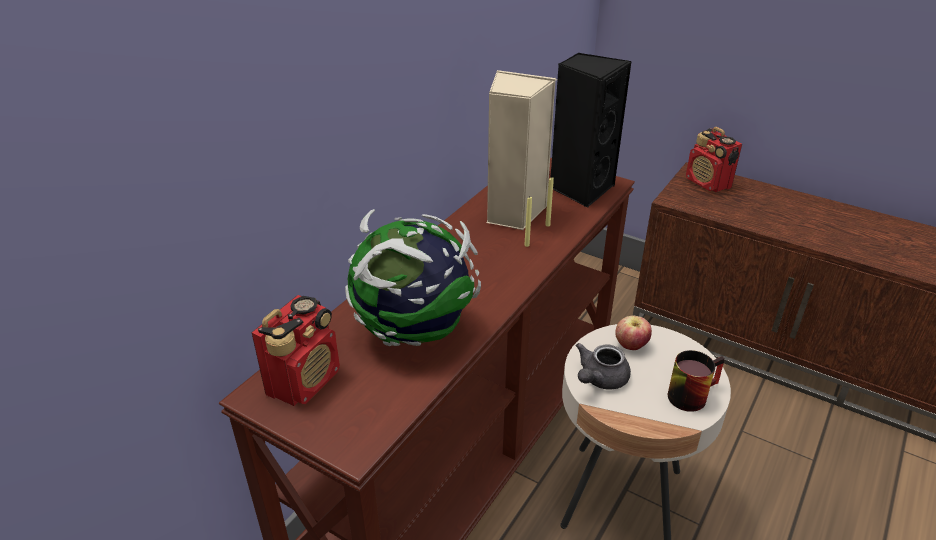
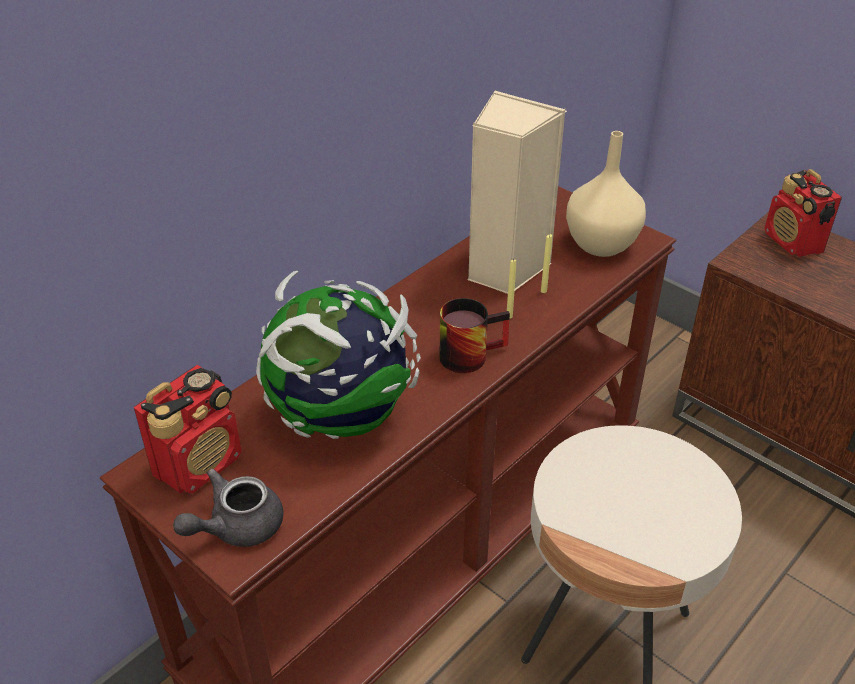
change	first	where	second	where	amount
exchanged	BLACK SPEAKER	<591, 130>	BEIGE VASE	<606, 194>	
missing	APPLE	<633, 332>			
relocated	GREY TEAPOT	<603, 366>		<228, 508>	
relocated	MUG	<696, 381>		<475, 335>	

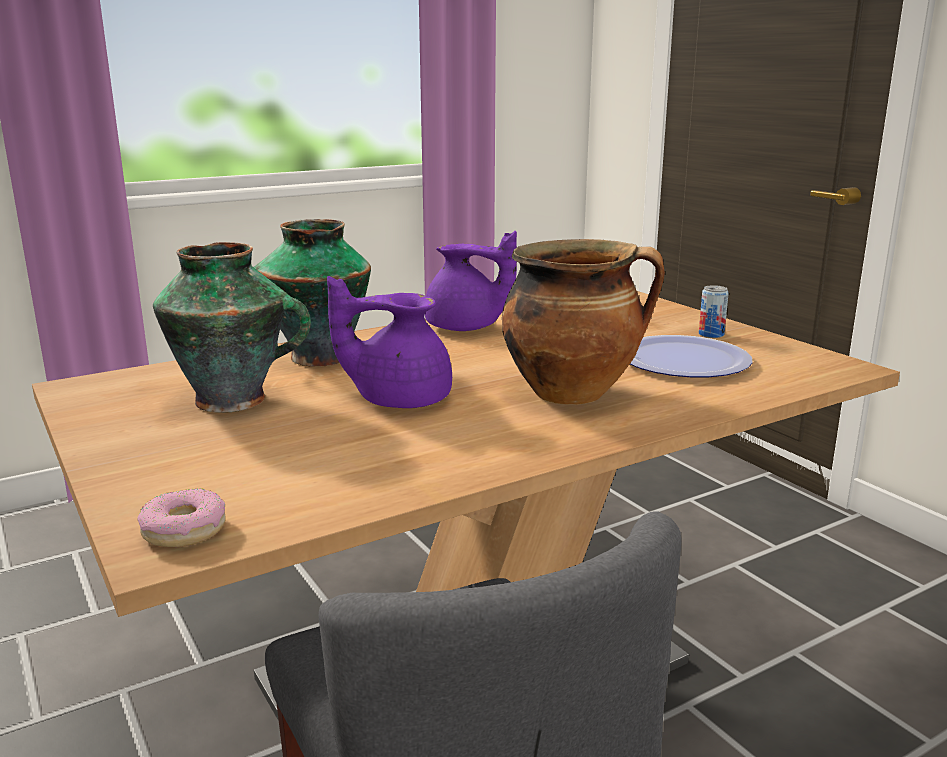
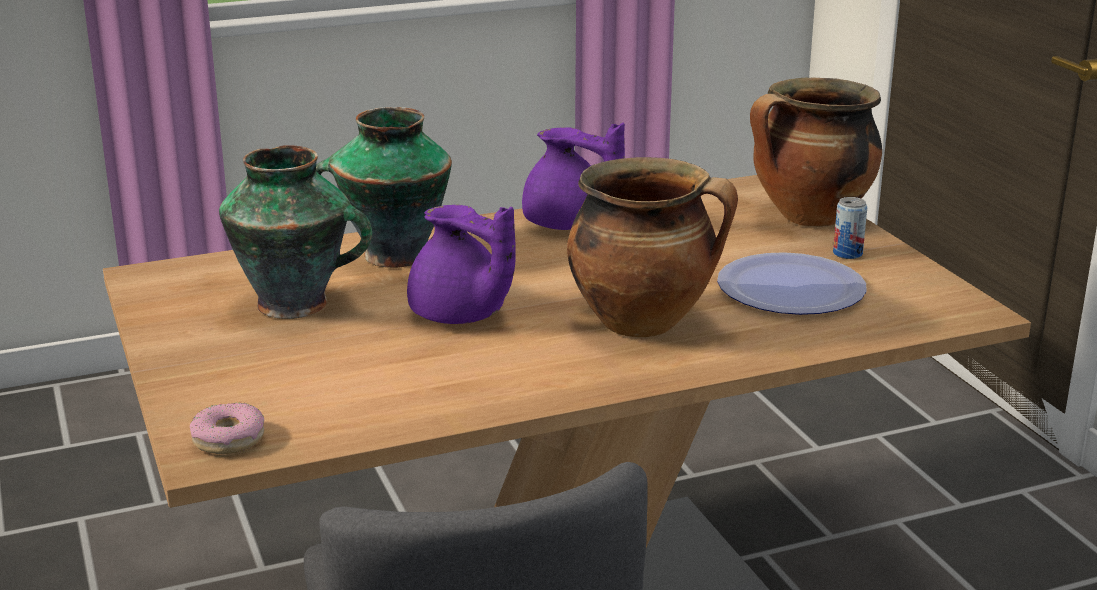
change	first	where	second	where	amount
spun	PURPLE TEAPOT	<389, 342>		<461, 264>	150 degrees counterclockwise
appeared			COOKING POT	<816, 151>	

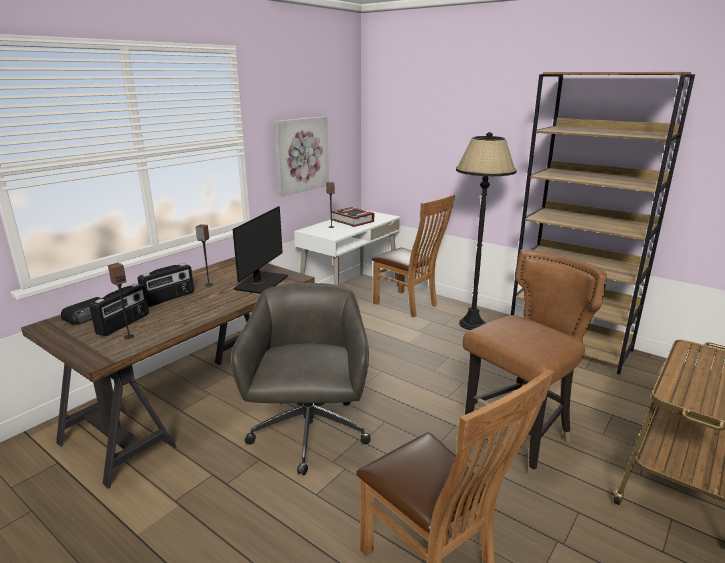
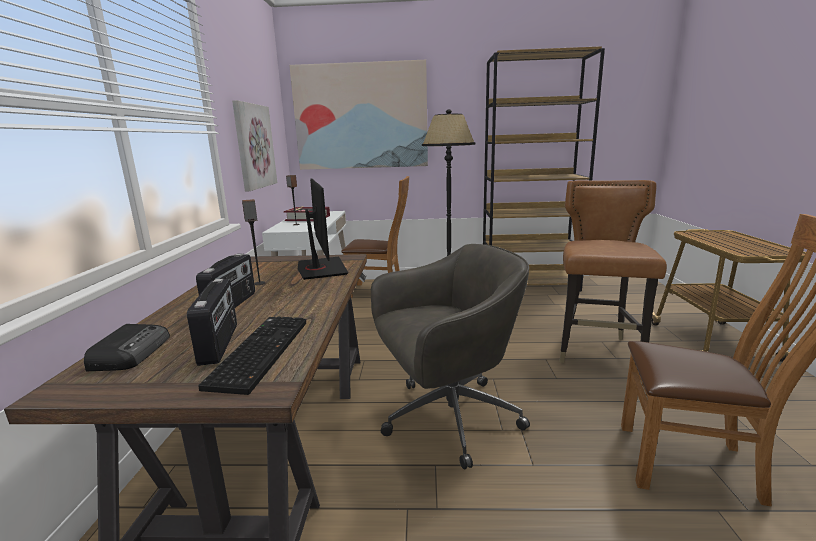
change	first	where	second	where	amount
exchanged	SPEAKER	<121, 301>	KEYBOARD	<252, 355>	
spun	GREY OFFICE CHAIR	<301, 379>		<450, 356>	105 degrees clockwise
appeared			PICTURE	<358, 115>	

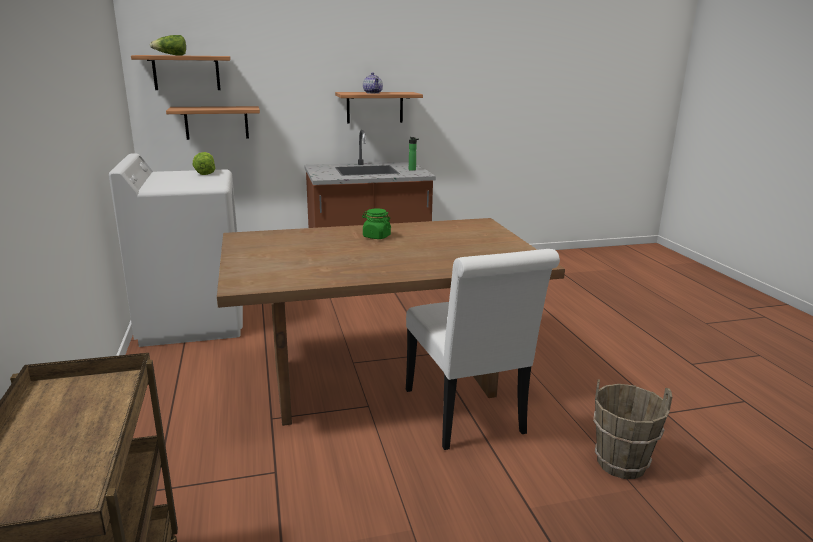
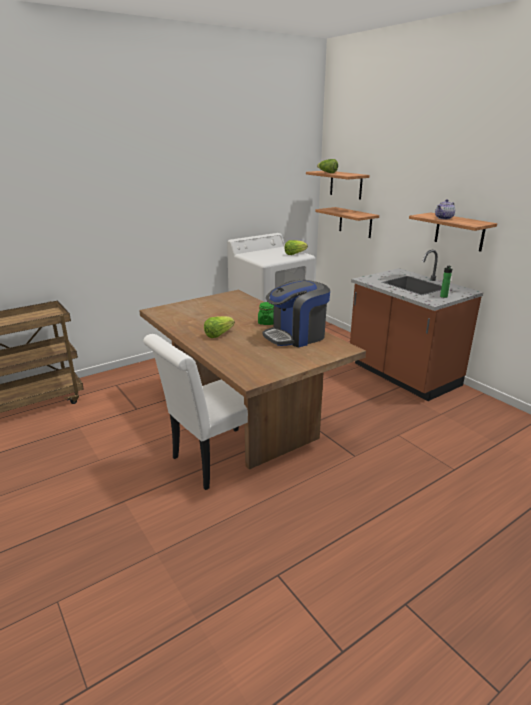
change	first	where	second	where	amount
missing	BROWN BUCKET	<632, 429>			
appeared			COFFEE MACHINE	<296, 313>	
appeared			LETTUCE	<219, 327>	

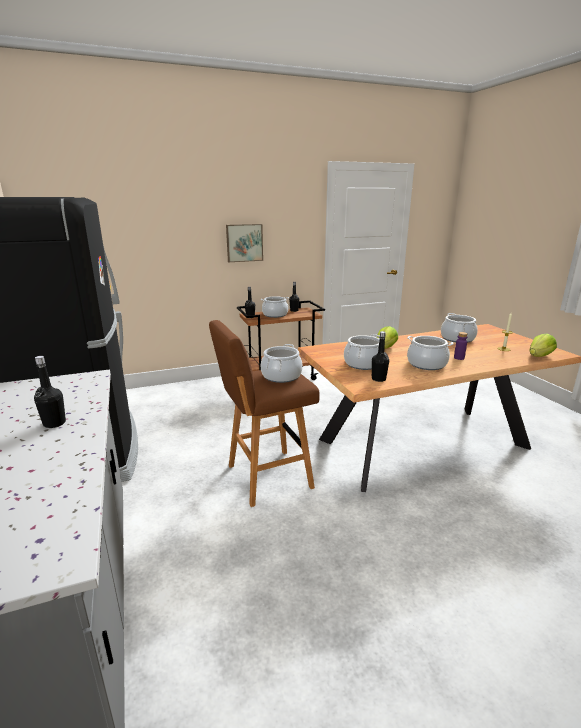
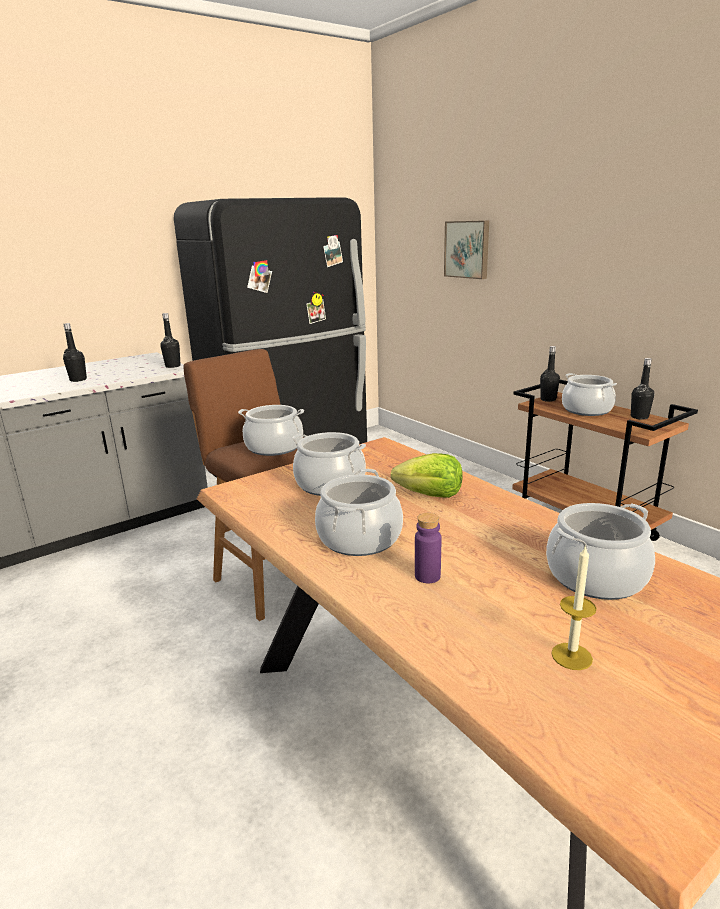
change	first	where	second	where	amount
relocated	PICTURE	<244, 243>		<466, 250>	
relocated	BLACK BOTTLE	<380, 356>		<170, 340>	
missing	LETTUCE	<543, 345>			

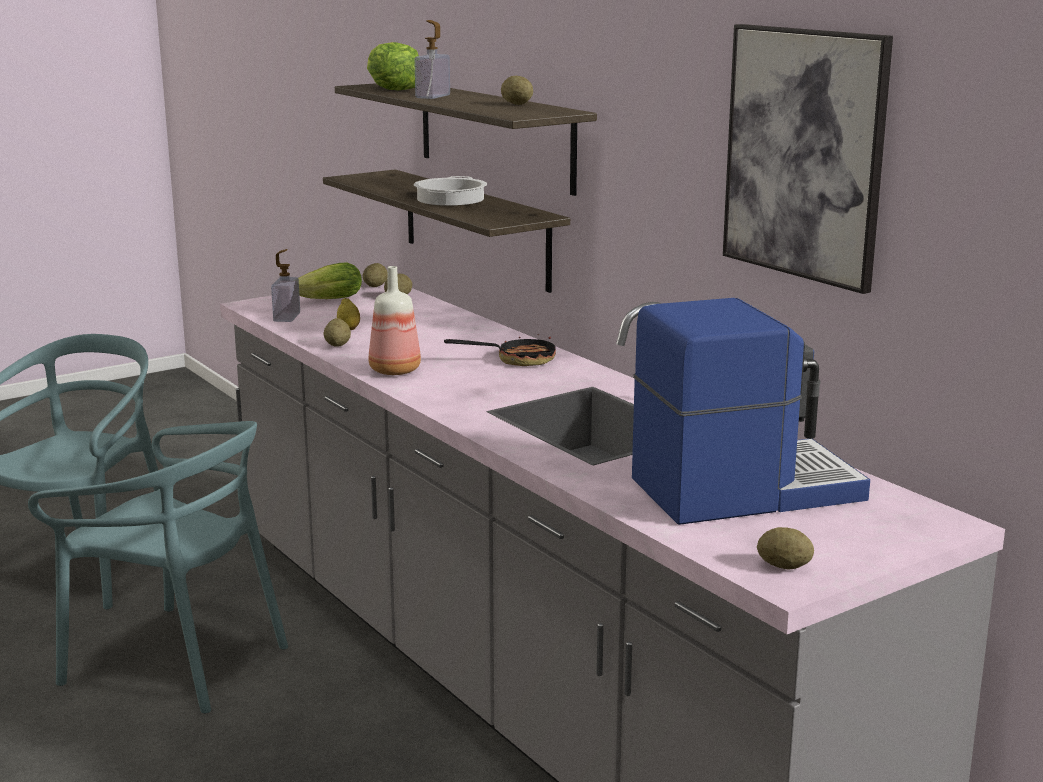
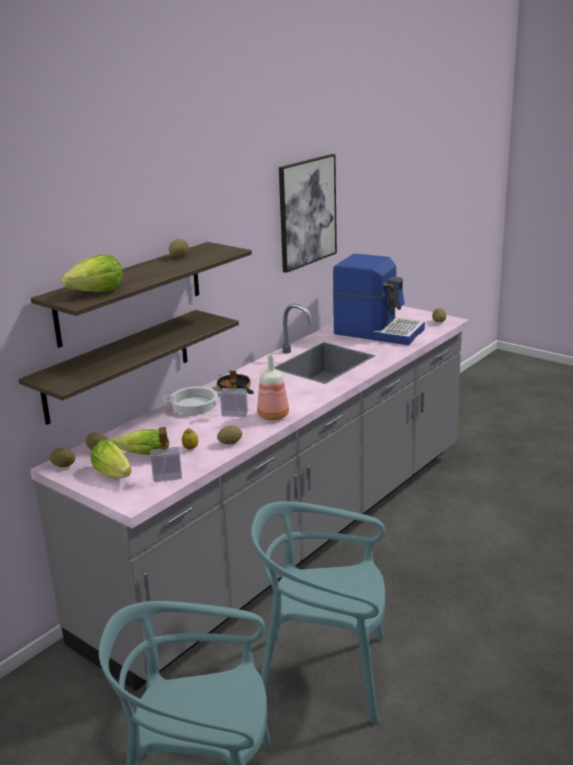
change	first	where	second	where	amount
relocated	SOAP DISPENSER	<432, 59>		<234, 394>	
relocated	COOKING POT	<450, 191>		<191, 401>	
spun	COFFEE MACHINE	<751, 411>		<379, 299>	150 degrees clockwise
spun	TURQUOISE CHAIR	<158, 567>		<318, 612>	90 degrees counterclockwise
appeared			LETTUCE	<140, 442>	

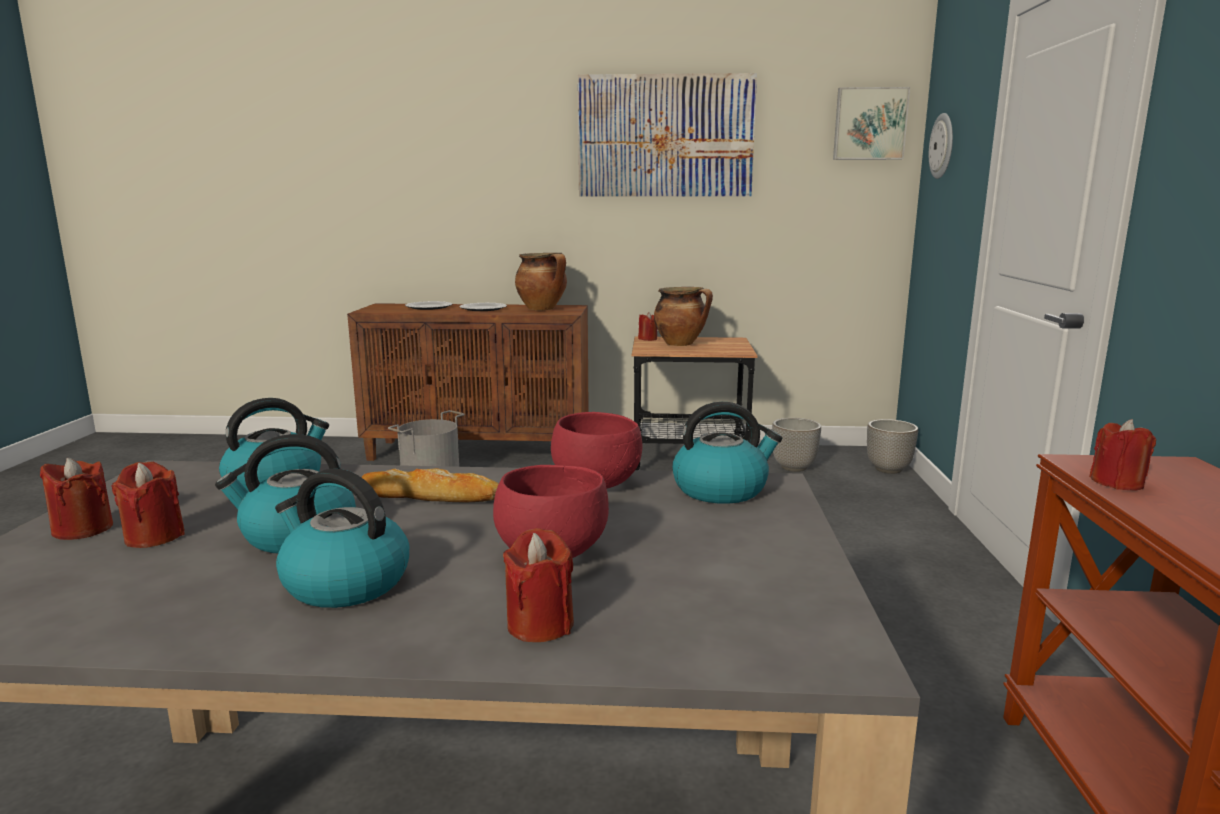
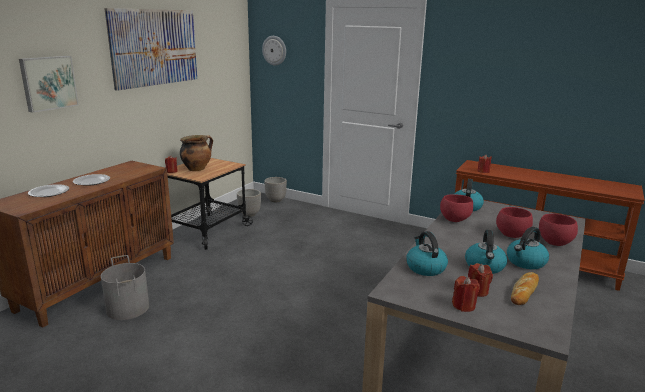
change	first	where	second	where	amount
relocated	PICTURE	<871, 123>		<49, 84>	
missing	COOKING POT	<541, 281>			
relocated	BREAD	<430, 485>		<525, 288>	
exchanged	RED CANDLE	<538, 585>	RED BOWL	<558, 230>	

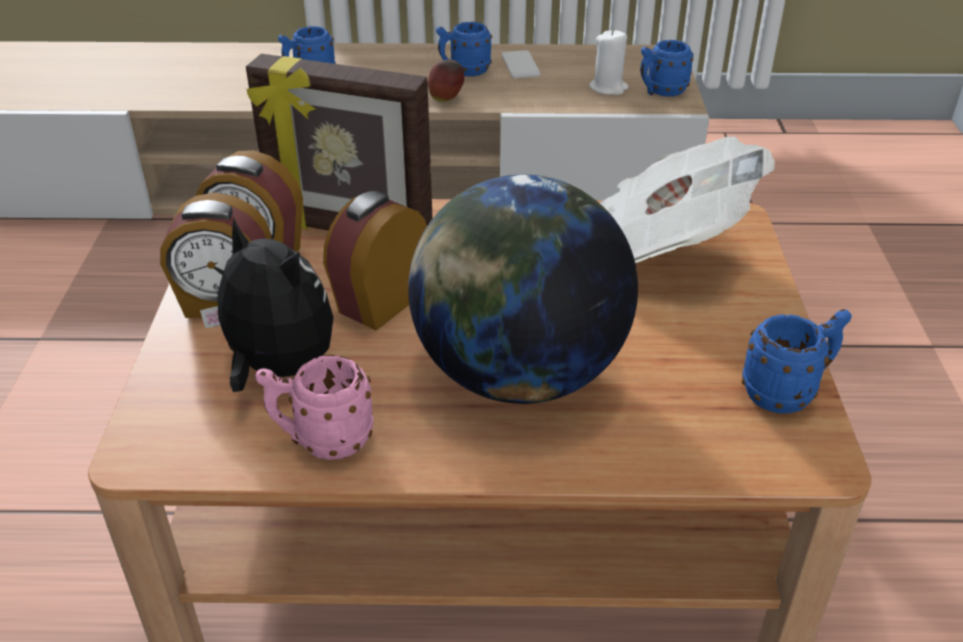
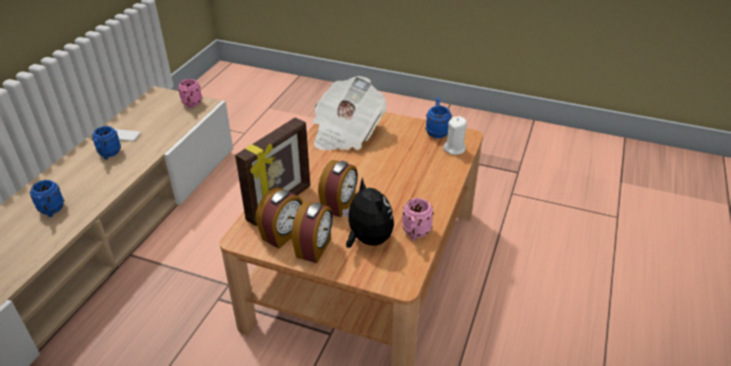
change	first	where	second	where	amount
relocated	WHITE CANDLE	<609, 62>		<455, 135>	
colour	BLUE MUG	<666, 68>	PINK MUG	<190, 94>	
missing	APPLE	<446, 80>			
missing	GLOBE	<523, 289>			
spun	ALARM CLOCK	<375, 261>		<338, 188>	120 degrees counterclockwise
spun	PLUSH TOY	<266, 305>		<368, 212>	90 degrees clockwise

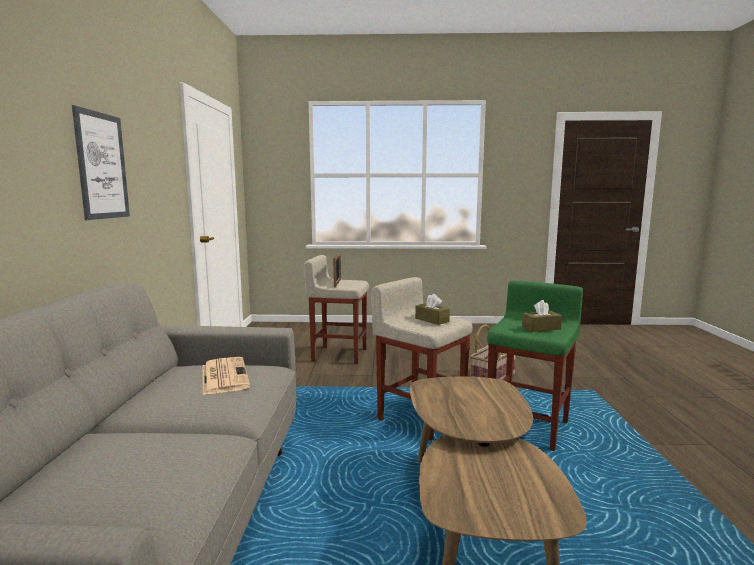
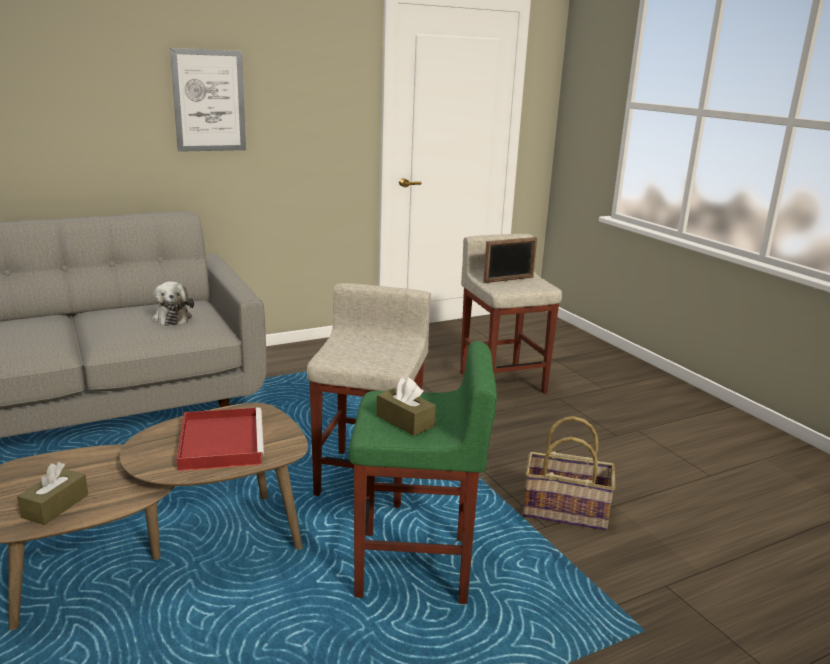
change	first	where	second	where	amount
relocated	BROWN TISSUE BOX	<432, 309>		<52, 493>	
exchanged	NEWSPAPER	<226, 376>	PLUSH TOY	<173, 303>	
appeared			RED TRAY	<220, 439>	

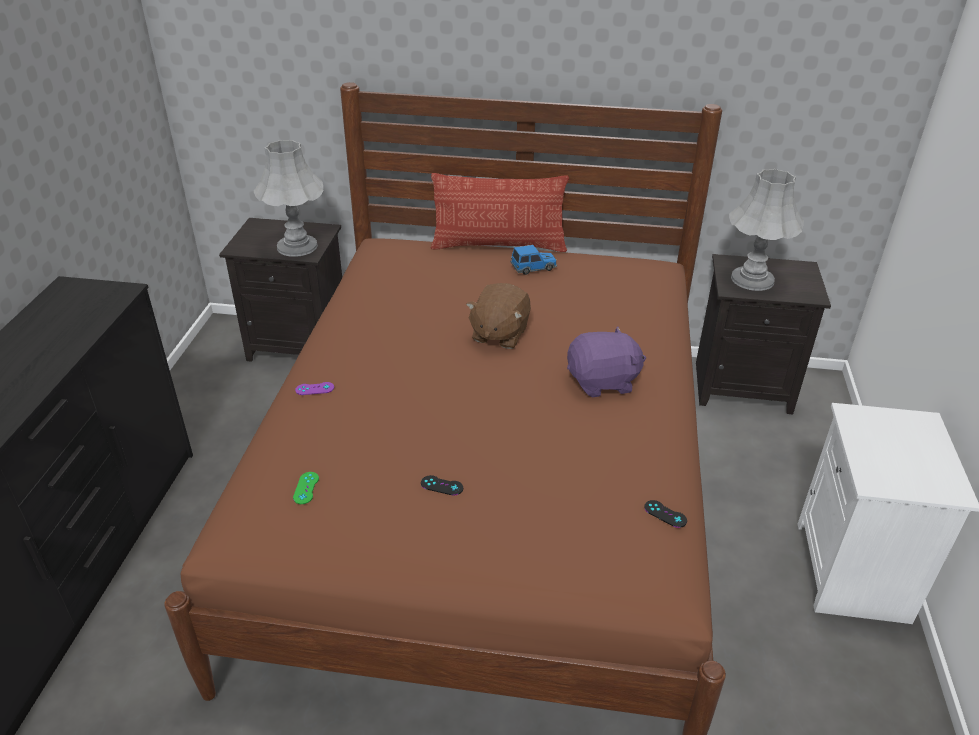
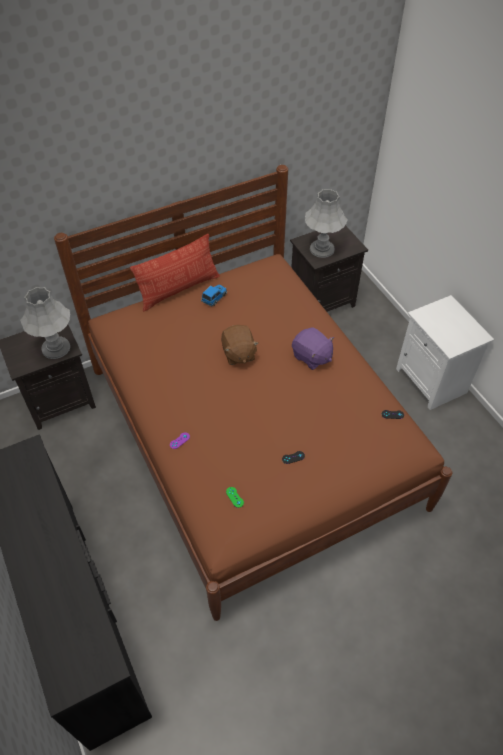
change	first	where	second	where	amount
spun	PURPLE PLUSH TOY	<606, 361>		<313, 348>	90 degrees clockwise

